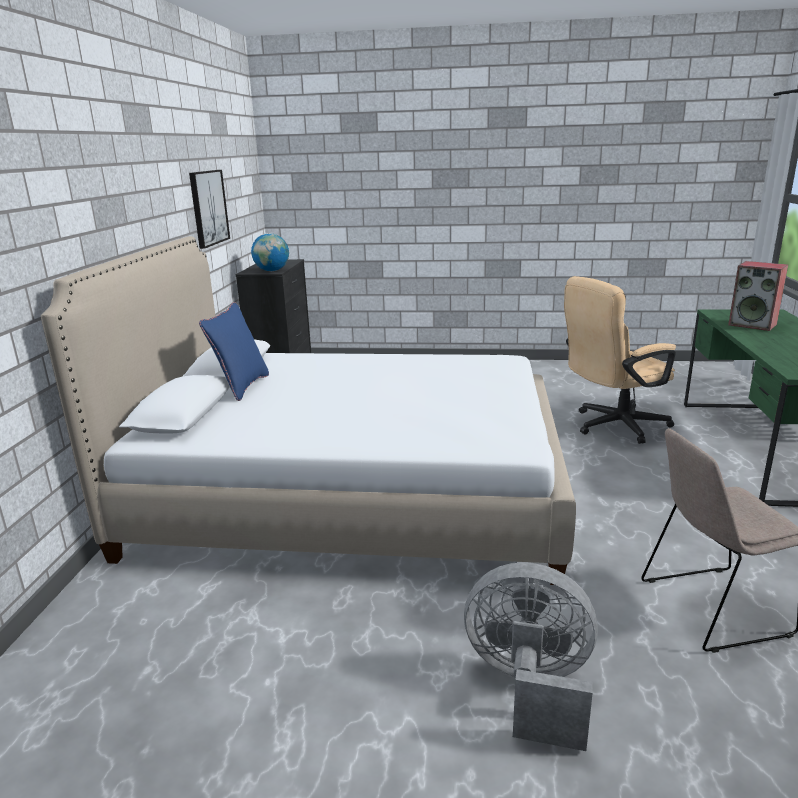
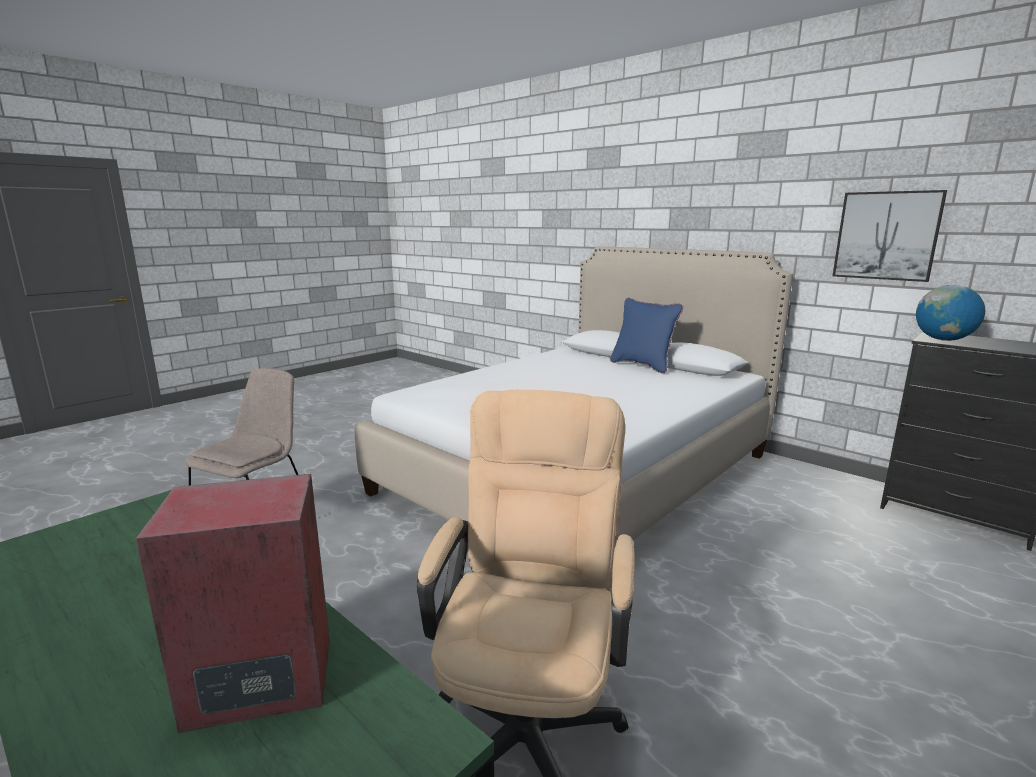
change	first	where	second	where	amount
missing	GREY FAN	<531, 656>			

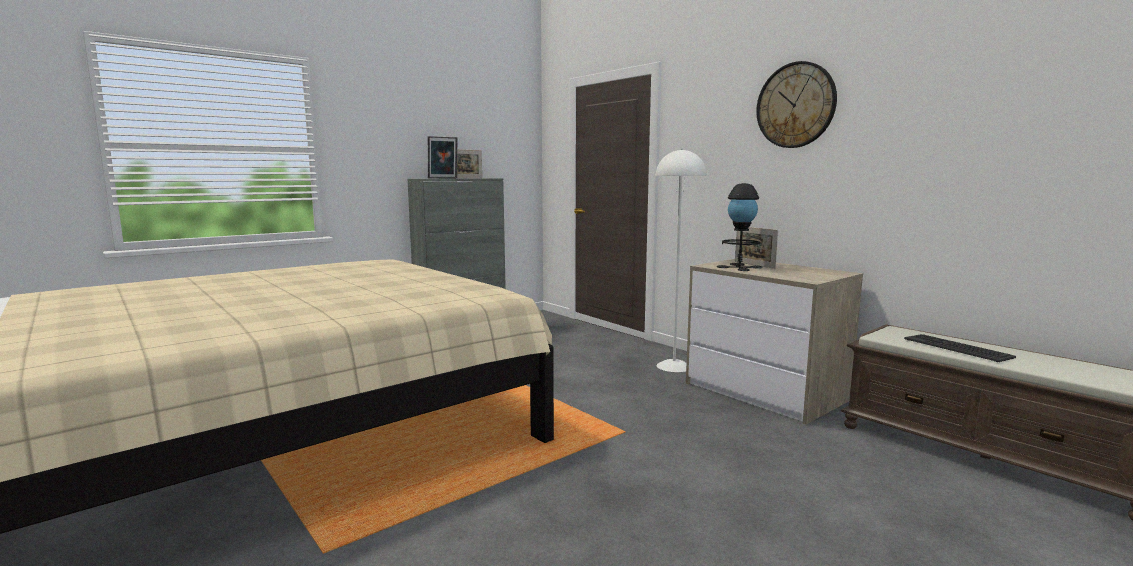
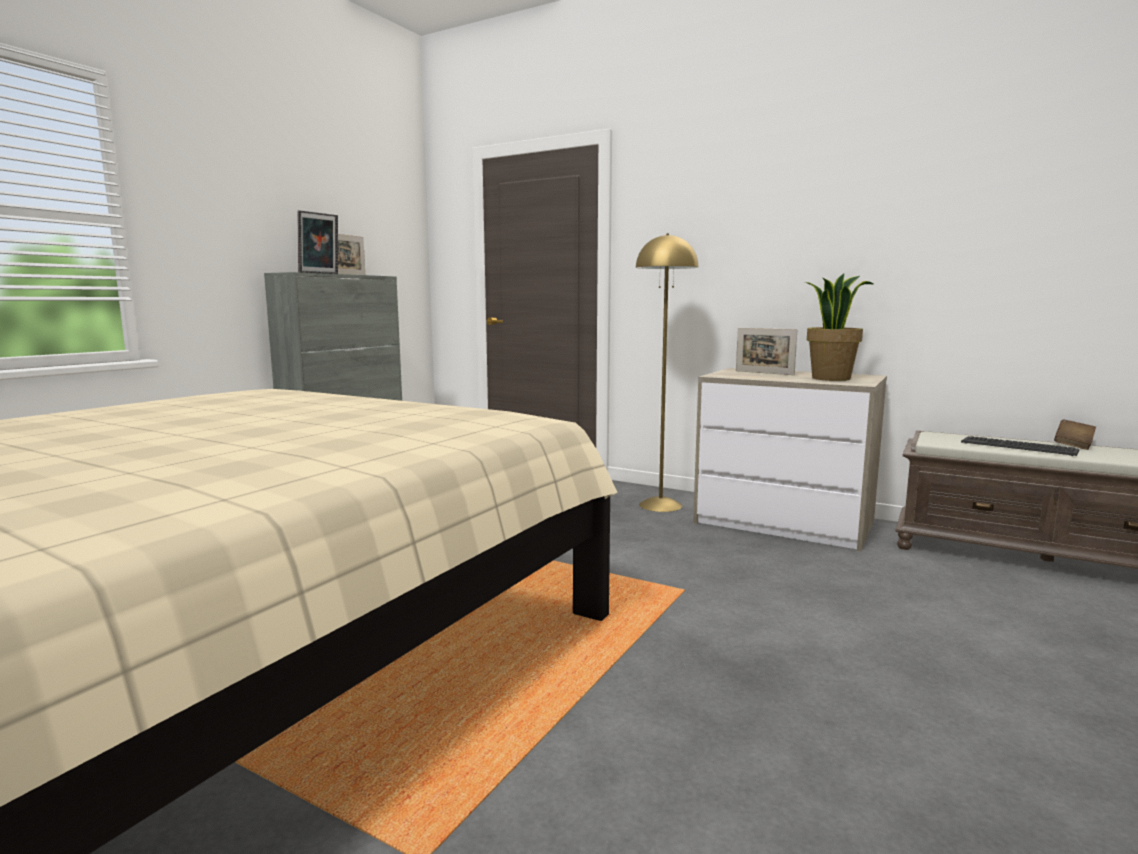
change	first	where	second	where	amount
missing	WALL CLOCK	<796, 104>			
colour	WHITE FLOOR LAMP	<681, 260>	YELLOW FLOOR LAMP	<667, 372>	
missing	BLACK TABLE LAMP	<740, 227>			
appeared			POTTED PLANT	<839, 327>	
appeared			BROWN BOOK	<1075, 434>	

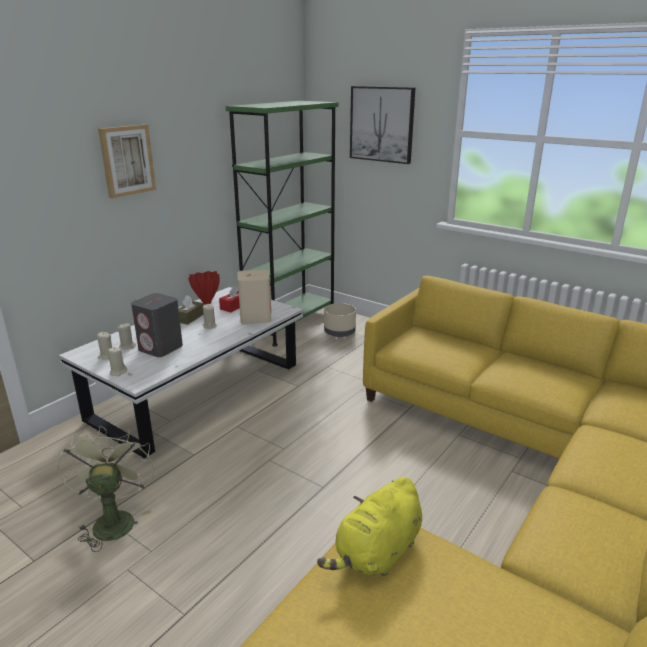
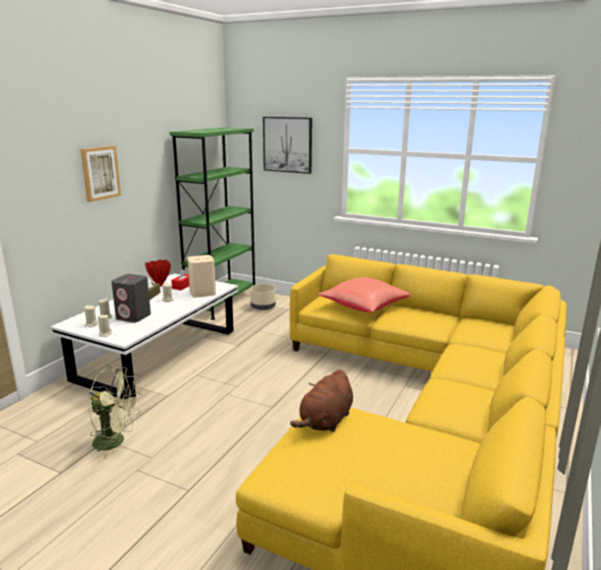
change	first	where	second	where	amount
spun	GREEN FAN	<105, 489>		<115, 413>	120 degrees clockwise
colour	YELLOW PLUSH TOY	<369, 526>	BROWN PLUSH TOY	<321, 401>	
appeared			RED PILLOW	<364, 294>	

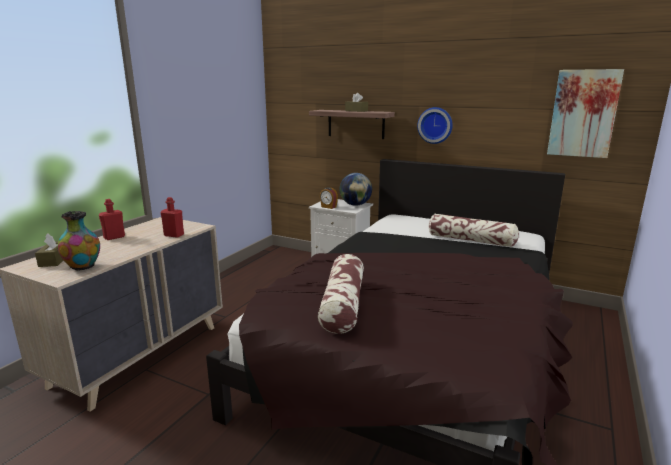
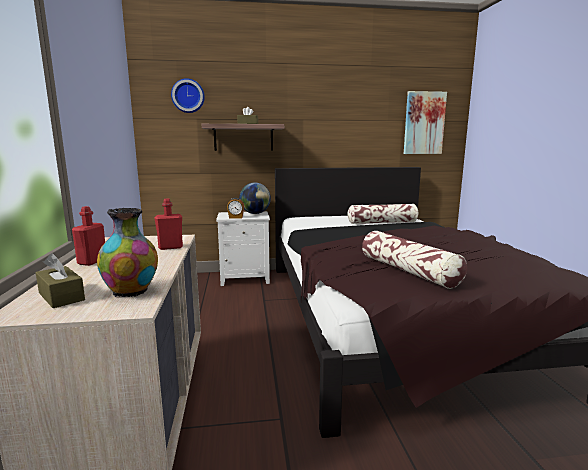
change	first	where	second	where	amount
relocated	WALL CLOCK	<435, 125>		<188, 95>	

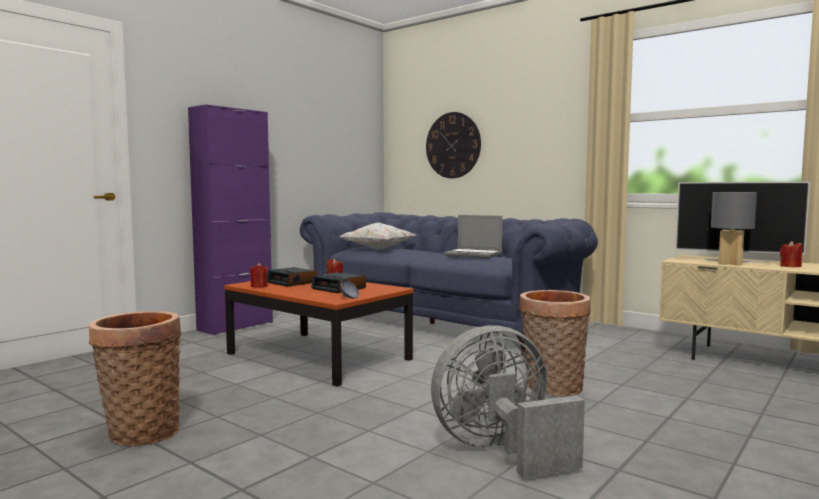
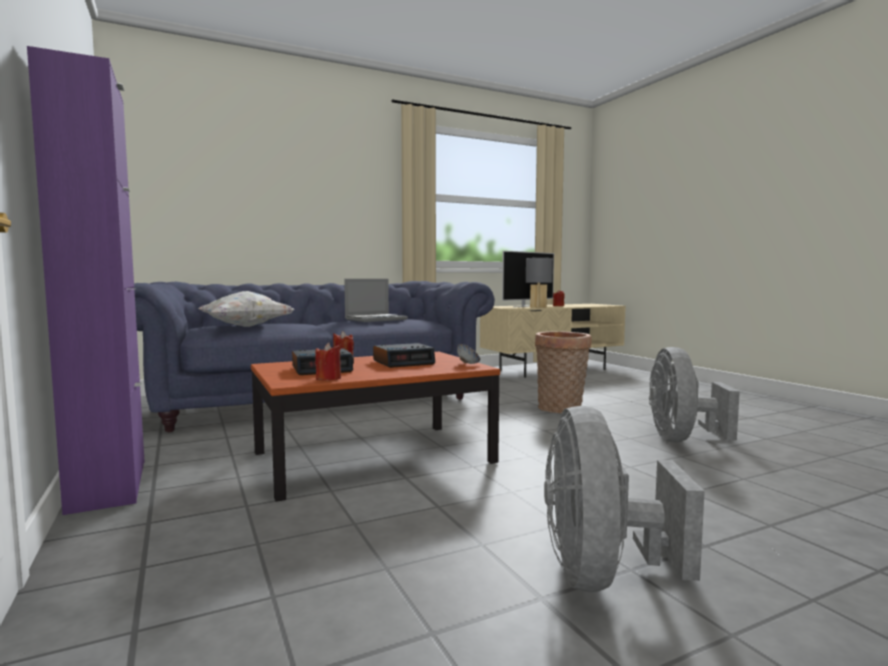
change	first	where	second	where	amount
missing	WALL CLOCK	<453, 145>			
exchanged	BASKET	<135, 378>	GREY FAN	<624, 499>	

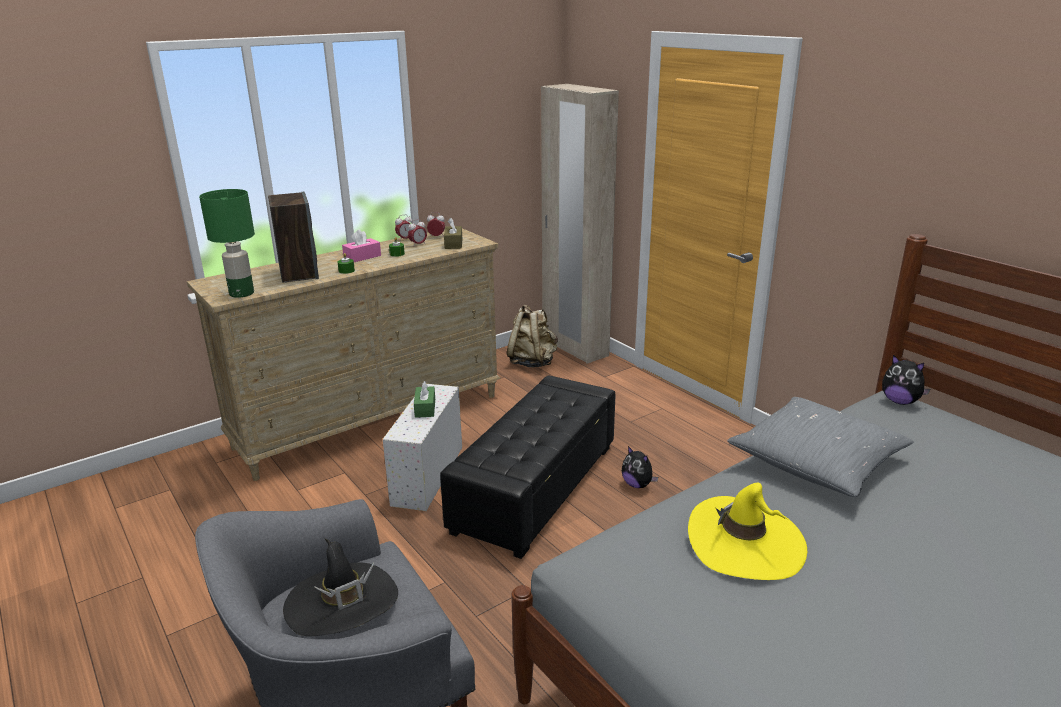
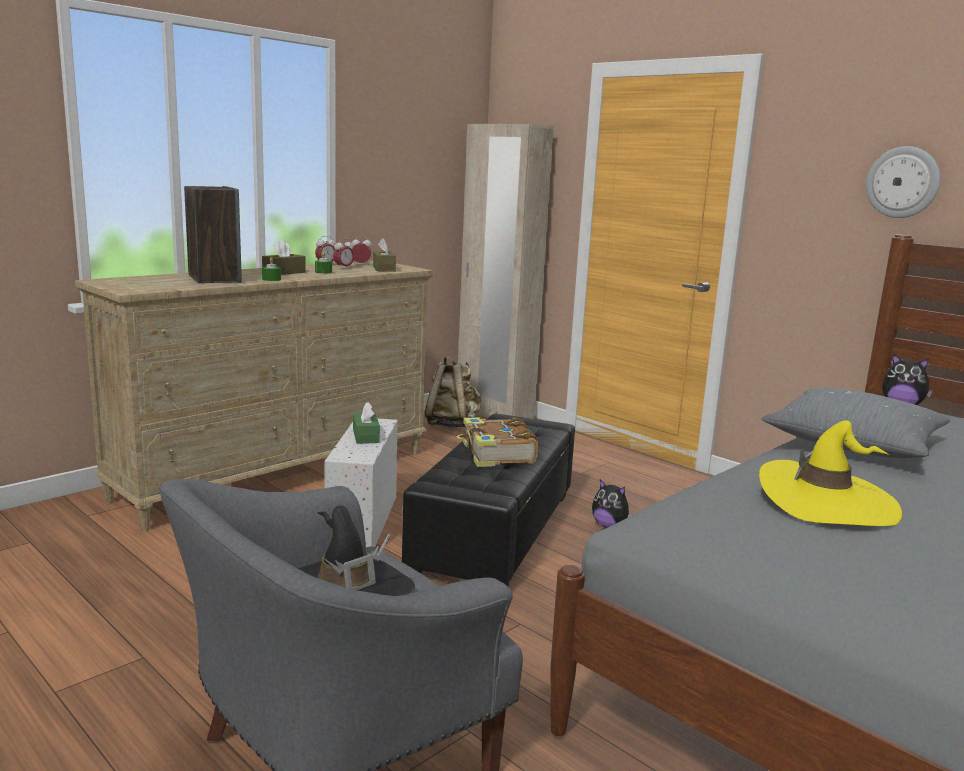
change	first	where	second	where	amount
missing	GREEN TABLE LAMP	<227, 243>			
colour	PINK TISSUE BOX	<361, 245>	BROWN TISSUE BOX	<284, 257>	
appeared			WALL CLOCK	<903, 182>	
appeared			BOOK	<497, 442>	

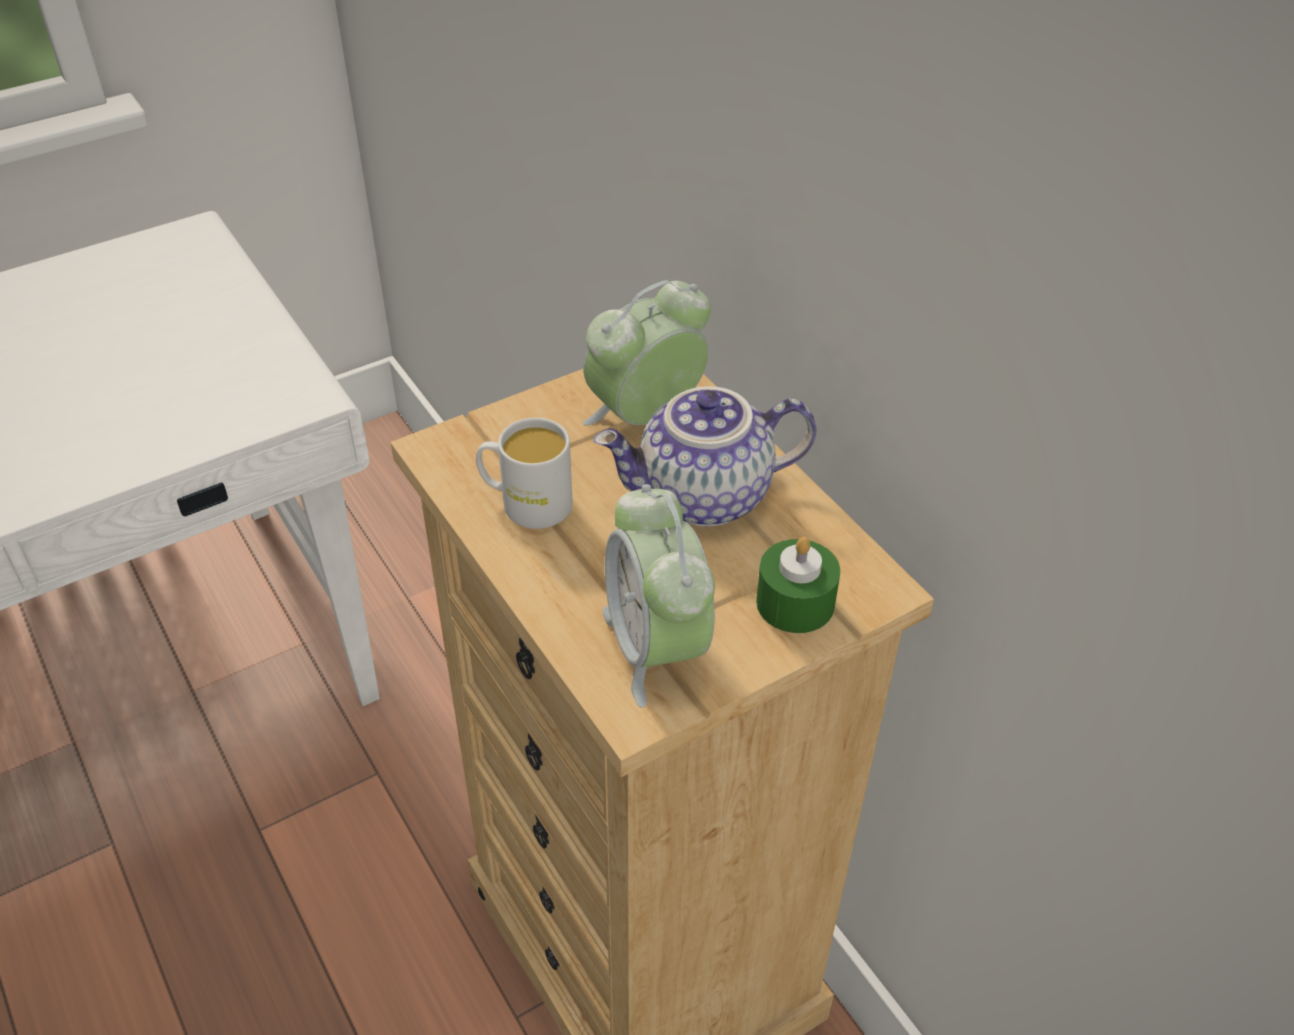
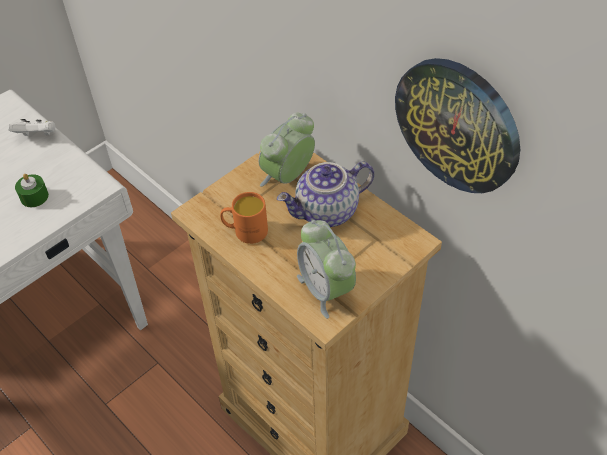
change	first	where	second	where	amount
colour	WHITE MUG	<524, 473>	ORANGE MUG	<244, 218>	
relocated	GREEN CANDLE	<798, 585>		<32, 190>	
appeared			WALL CLOCK	<457, 125>	
appeared			WHITE GAME CONTROLLER	<32, 127>	

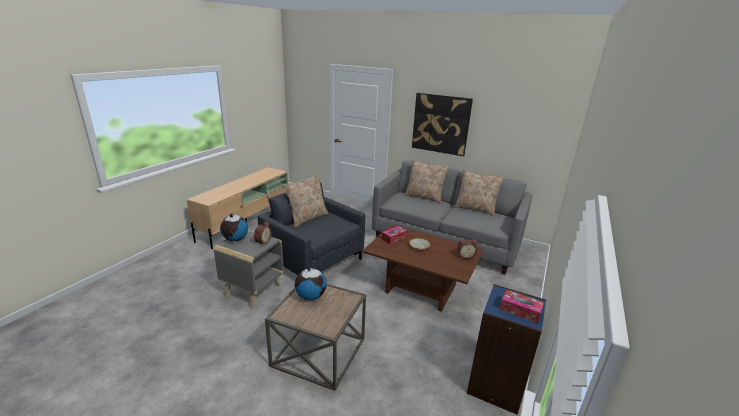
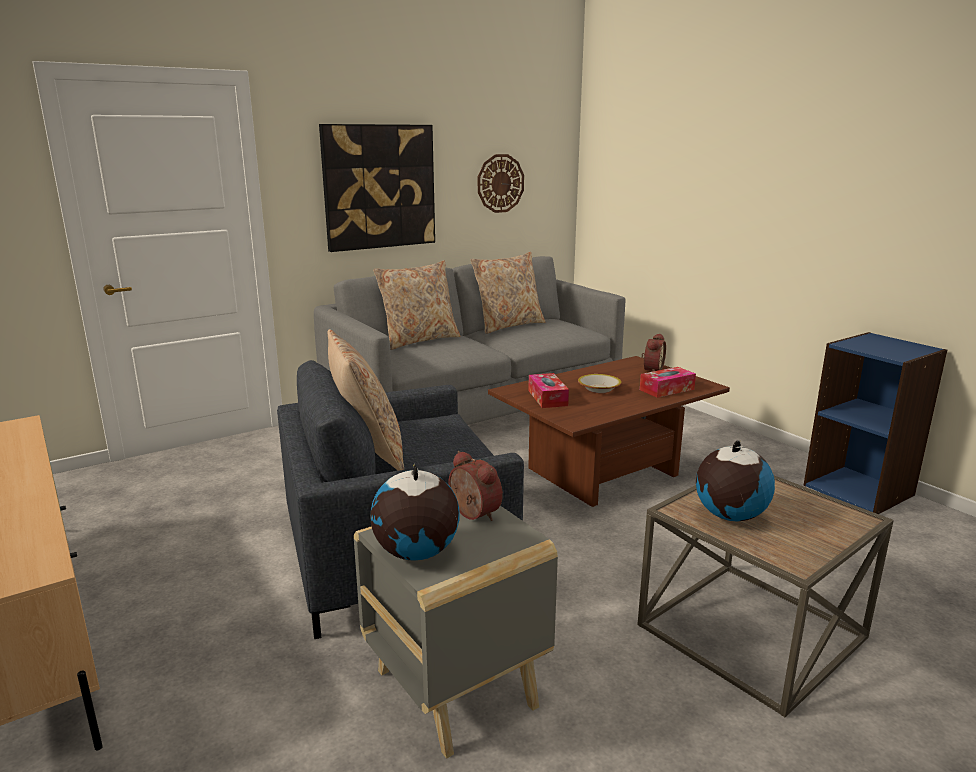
change	first	where	second	where	amount
relocated	TISSUE BOX	<522, 306>		<668, 382>	
appeared			WALL CLOCK	<501, 183>	

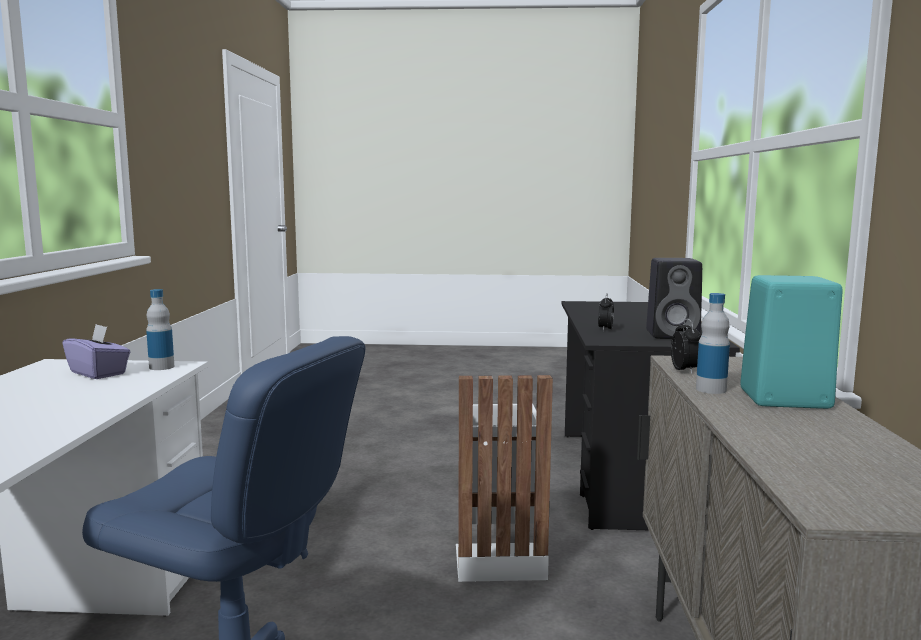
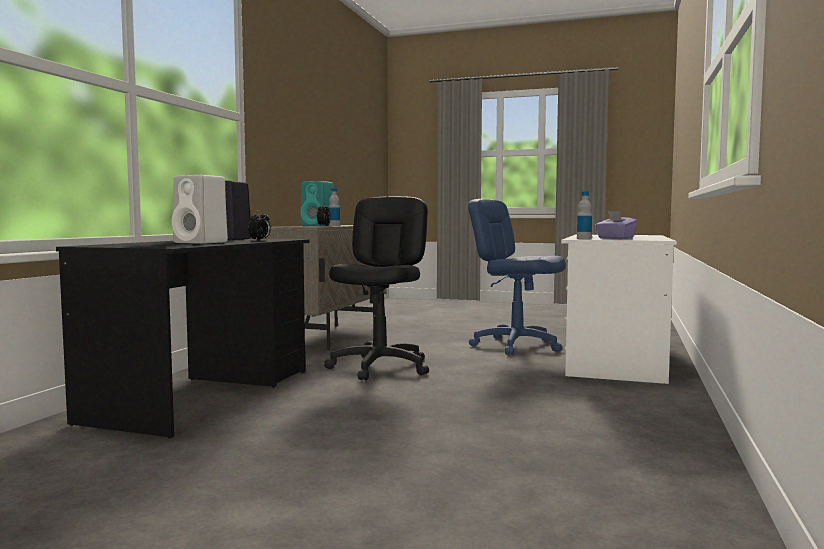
change	first	where	second	where	amount
exchanged	WHITE TRASH CAN	<504, 478>	BLACK OFFICE CHAIR	<376, 288>	
appeared			WHITE SPEAKER	<200, 209>	

